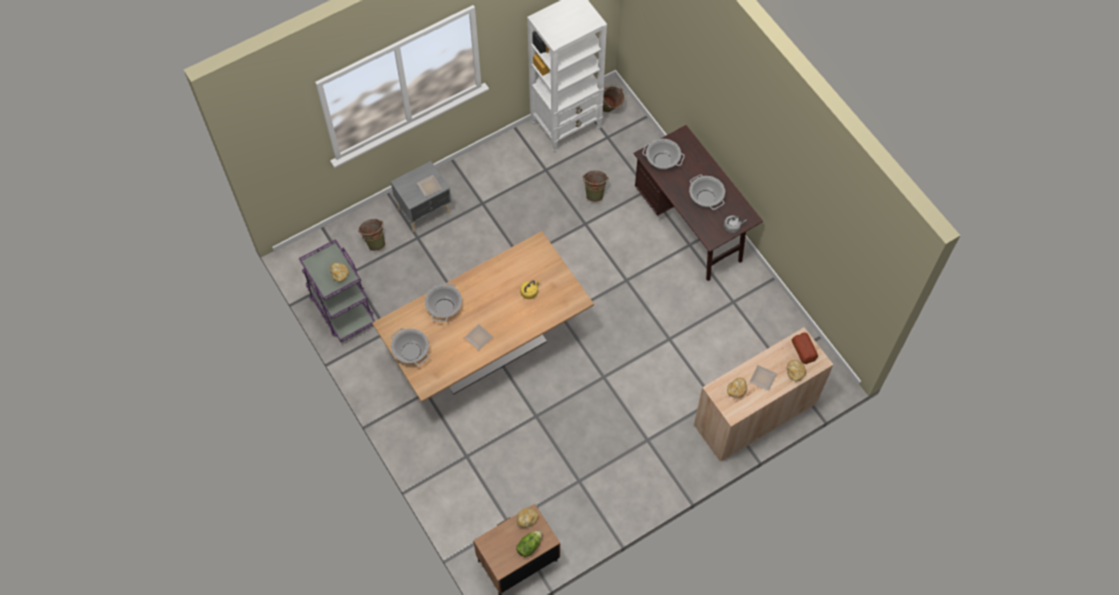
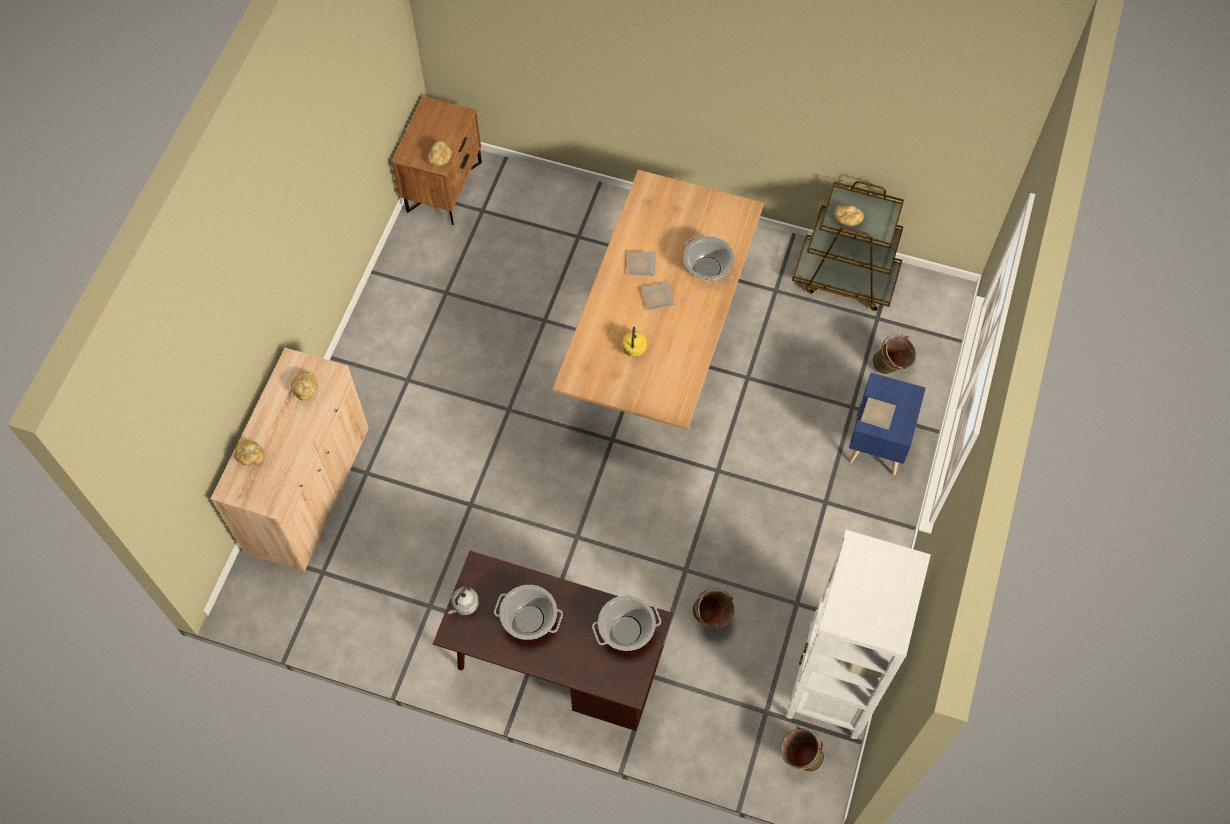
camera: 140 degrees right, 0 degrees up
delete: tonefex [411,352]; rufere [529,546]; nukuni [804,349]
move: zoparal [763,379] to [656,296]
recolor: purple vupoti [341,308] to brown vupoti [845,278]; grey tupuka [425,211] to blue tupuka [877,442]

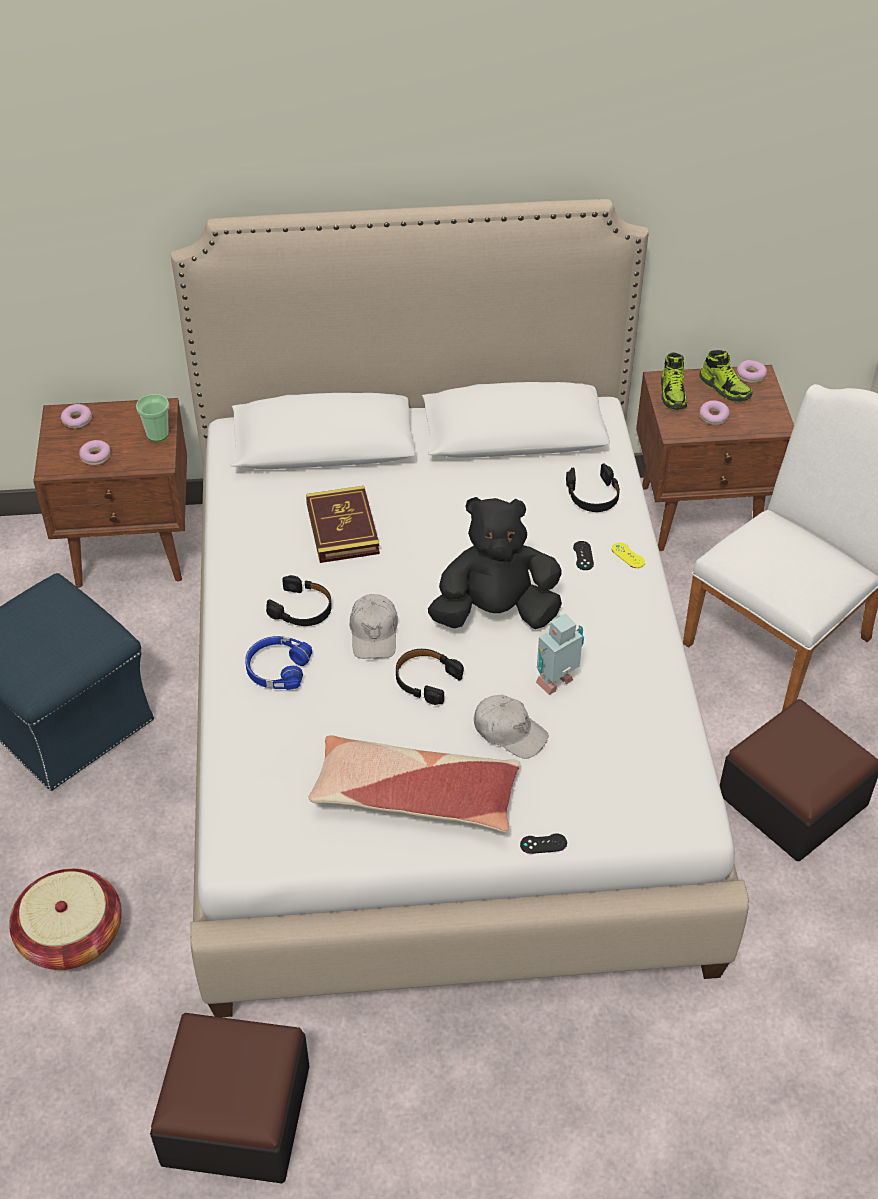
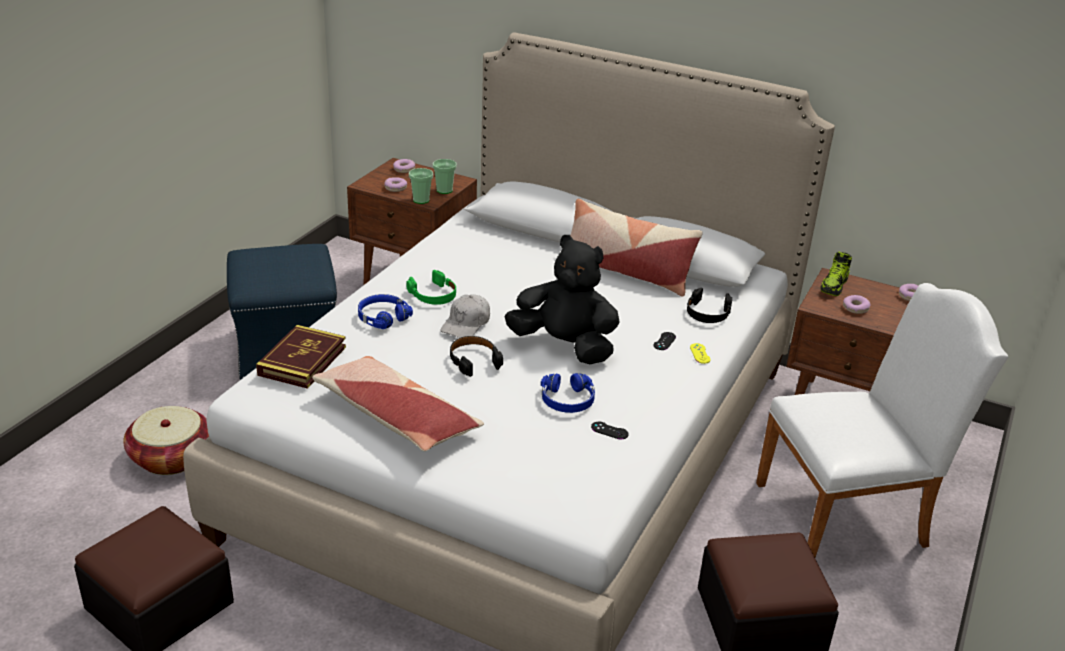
camera: 30 degrees right, 15 degrees down
delete: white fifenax [509,732]; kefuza [725,388]
insert: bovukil [421,200]; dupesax [626,271]
move: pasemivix [342,528] to [302,361]; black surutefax [543,844] to [609,430]
replace: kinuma [557,683] to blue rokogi [567,400]
recolor: black rokogi [302,609] to green rokogi [433,295]

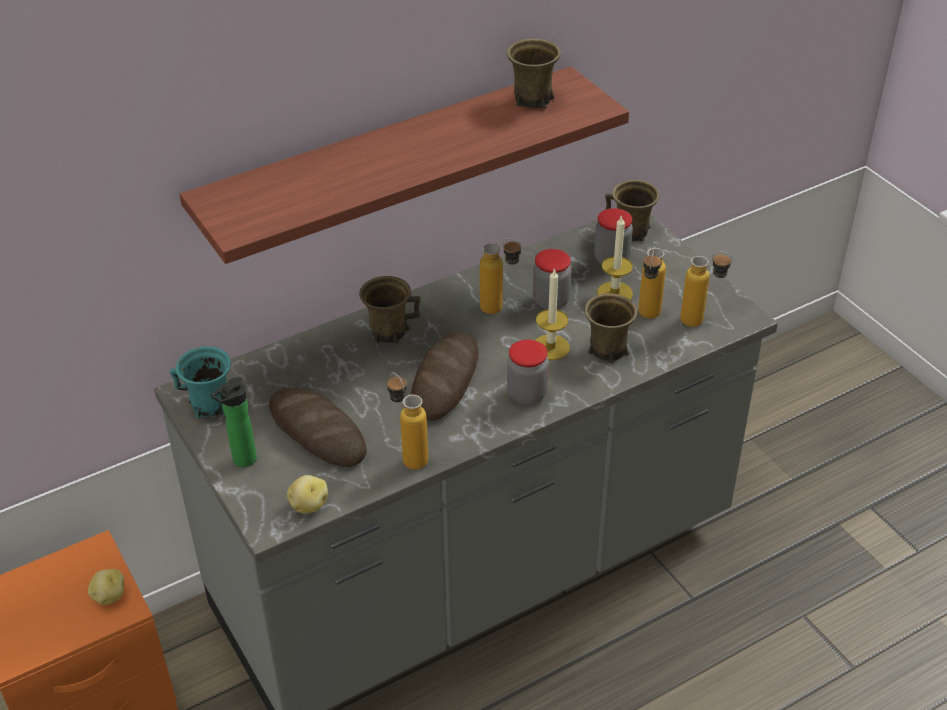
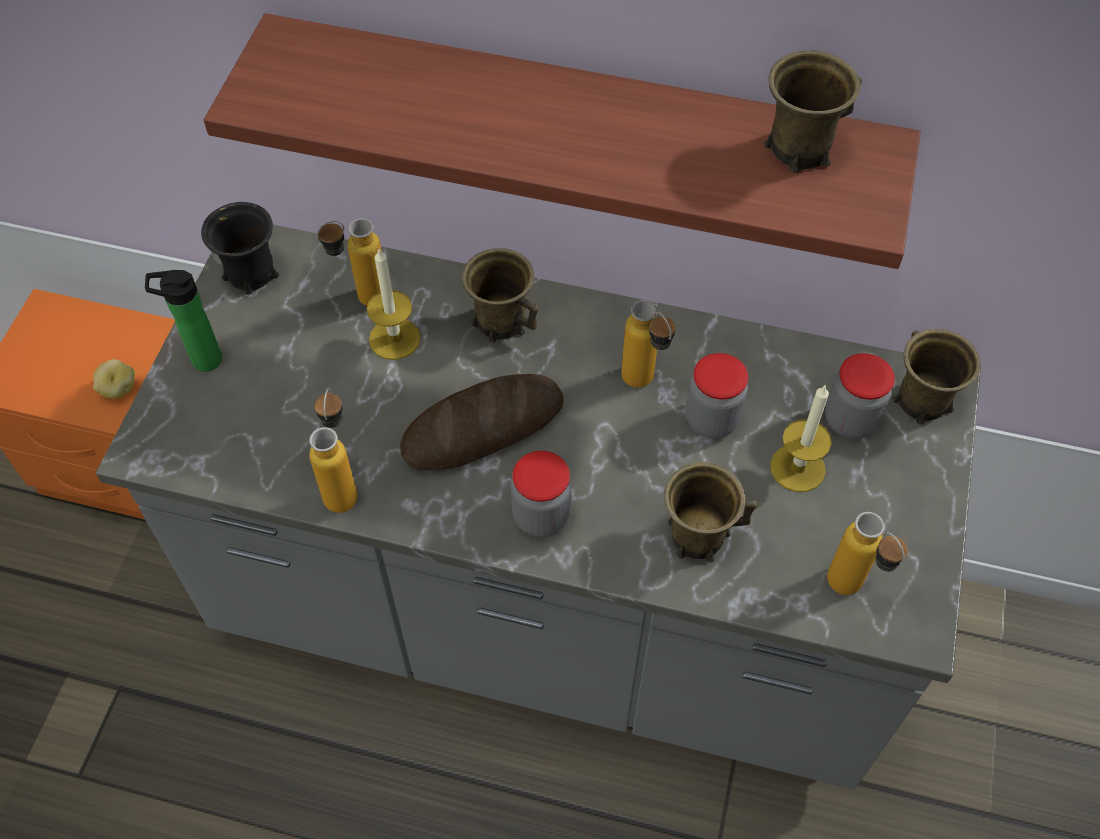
camera: 45 degrees right, 15 degrees up
delete: nukuni [317,432]; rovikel [308,505]
move: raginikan [647,318] to [361,301]; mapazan [551,347] to [394,338]
recolor: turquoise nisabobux [210,405] to black nisabobux [250,274]

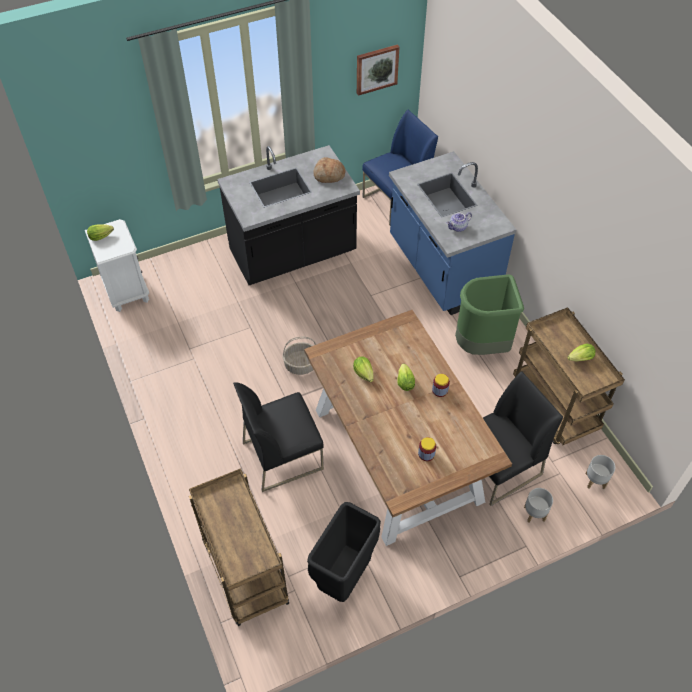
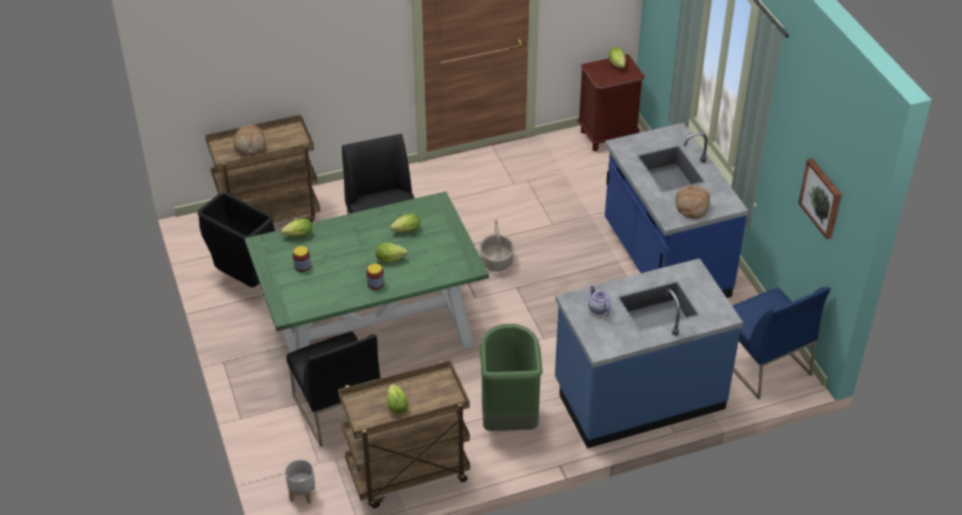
camera: 95 degrees right, 10 degrees down
delete: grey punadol [534,513]
insert: nukuni [250,146]; rufere [297,235]
recolor: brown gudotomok [396,453] to green gudotomok [371,328]; white tupuka [126,291] to brown tupuka [608,136]; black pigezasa [293,253] to blue pigezasa [664,261]

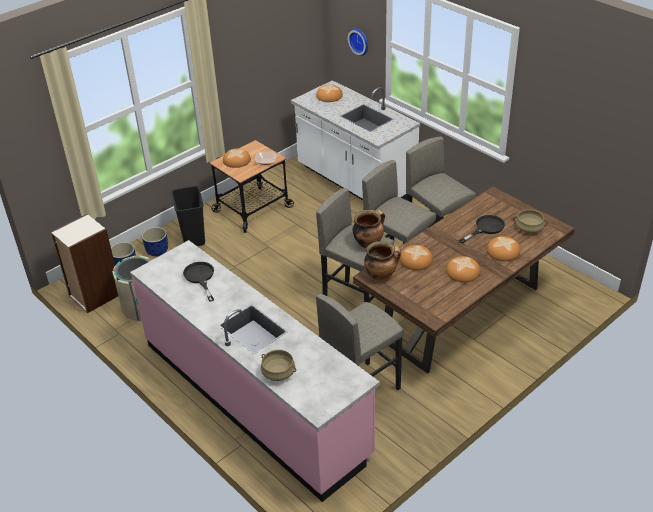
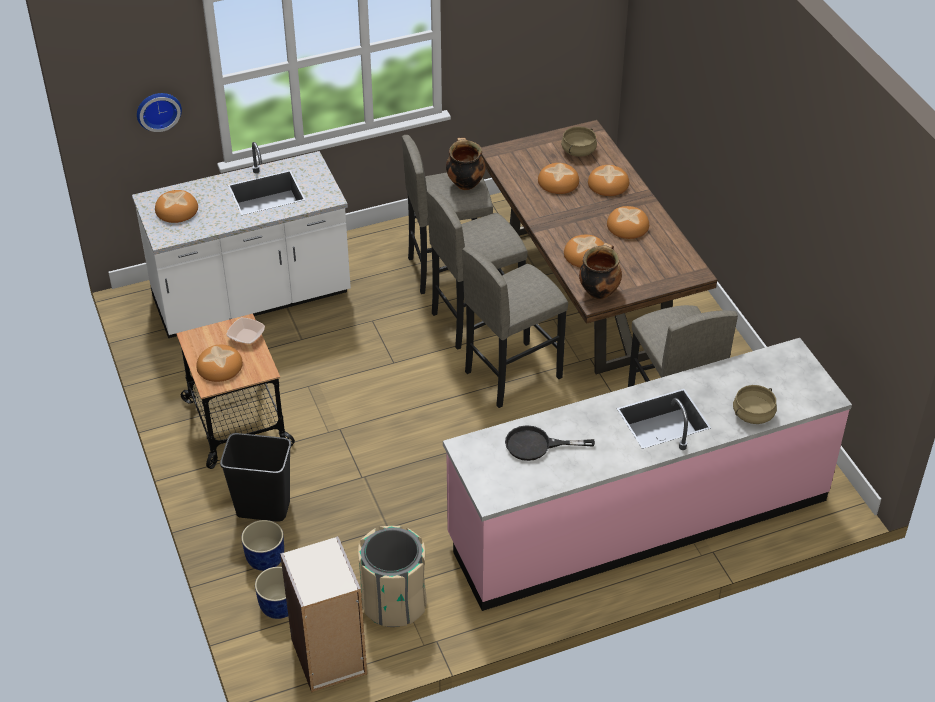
camera: 70 degrees left, 5 degrees up
move: tonefex [368,243] to [465,183]
replace: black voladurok [485,228] to nukuni [558,181]

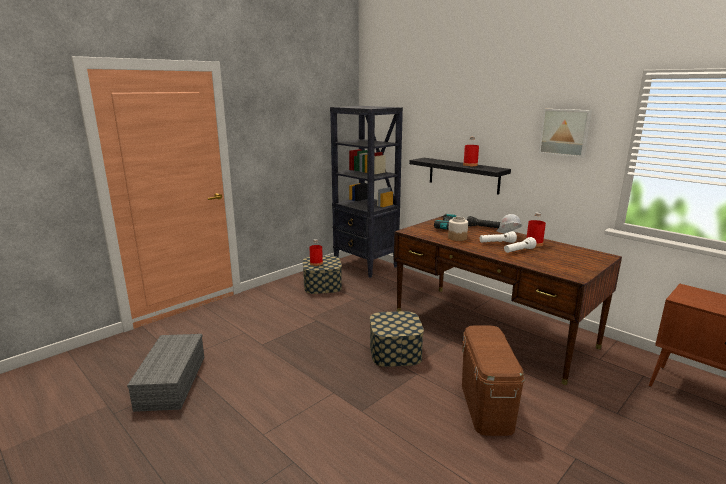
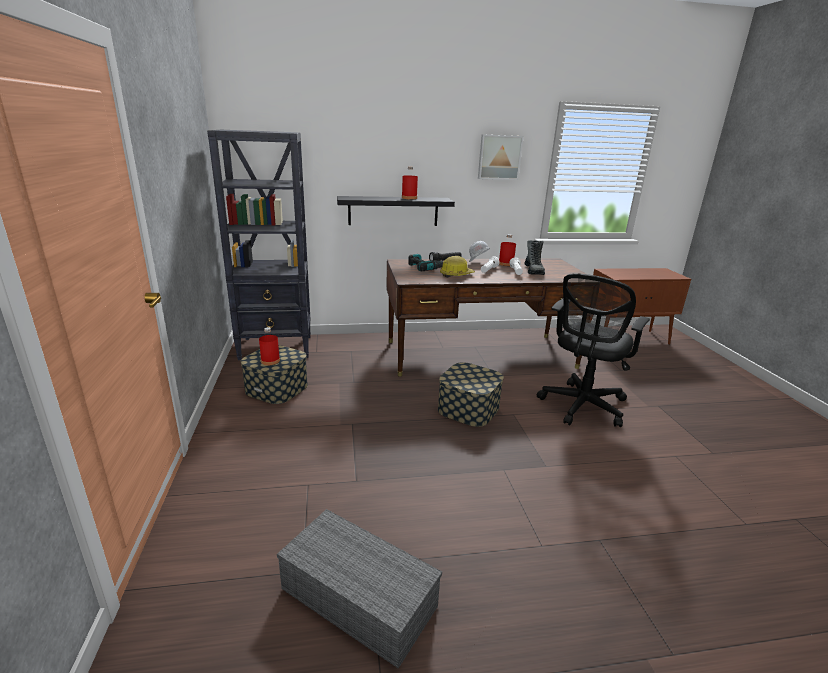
camera: 55 degrees left, 5 degrees up
insert: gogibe [533,271]
replace: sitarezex [457,238] to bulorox [456,274]; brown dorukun [485,405] to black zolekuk [581,407]

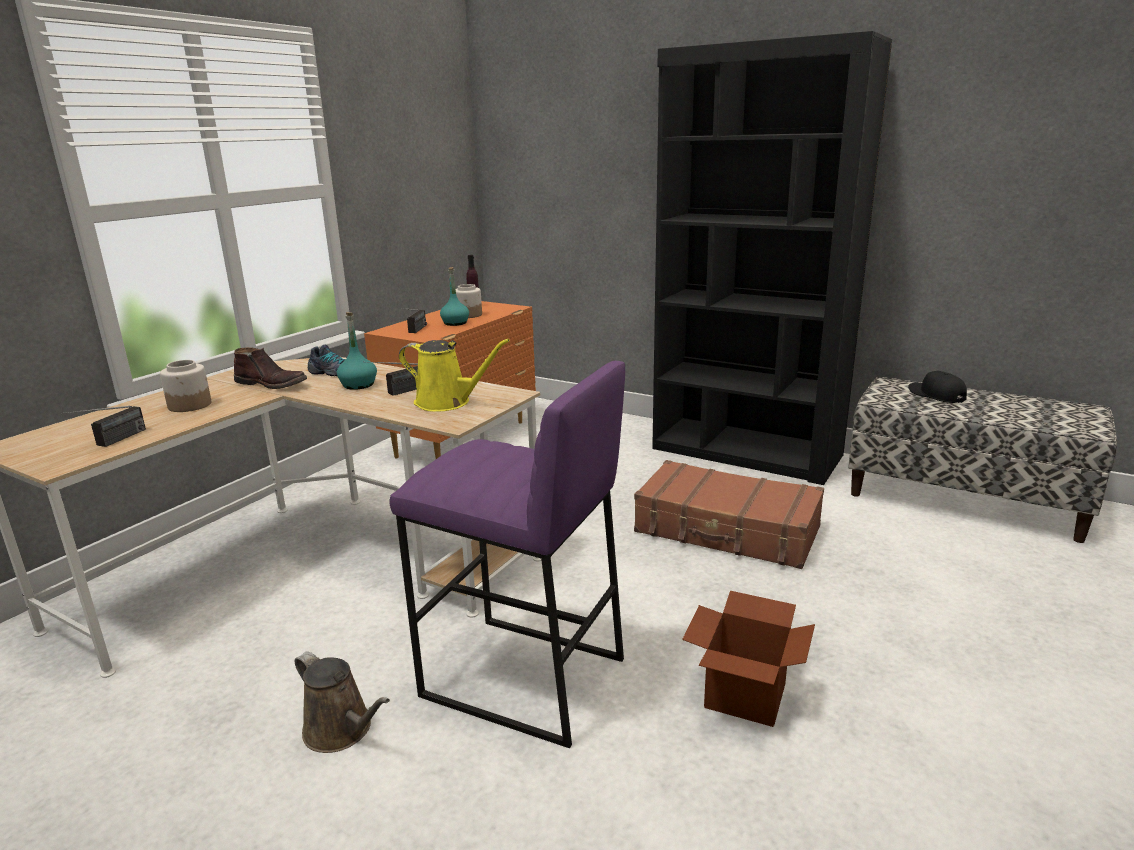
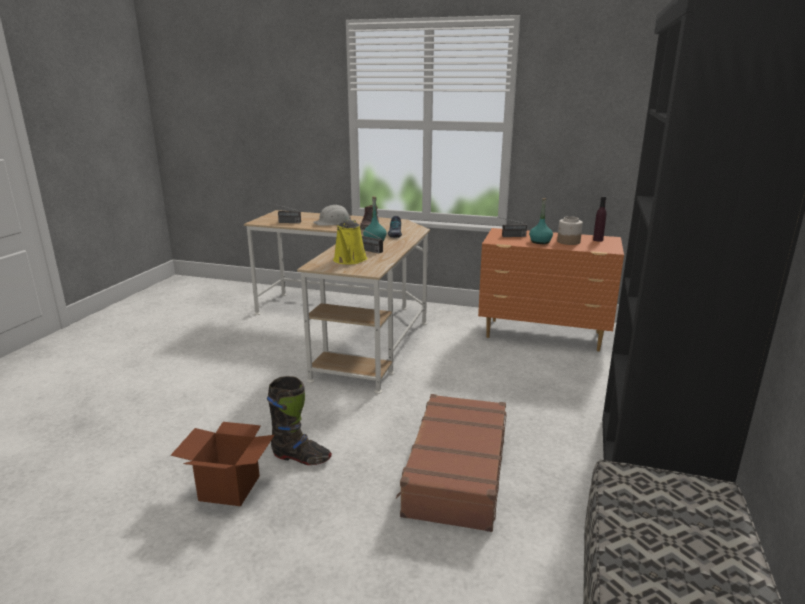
camera: 75 degrees right, 0 degrees up
delete: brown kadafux [342,731]; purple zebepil [522,678]; black fifenax [936,395]
insert: black gogibe [301,457]
replace: sitarezex [190,405] to white bulorox [333,222]

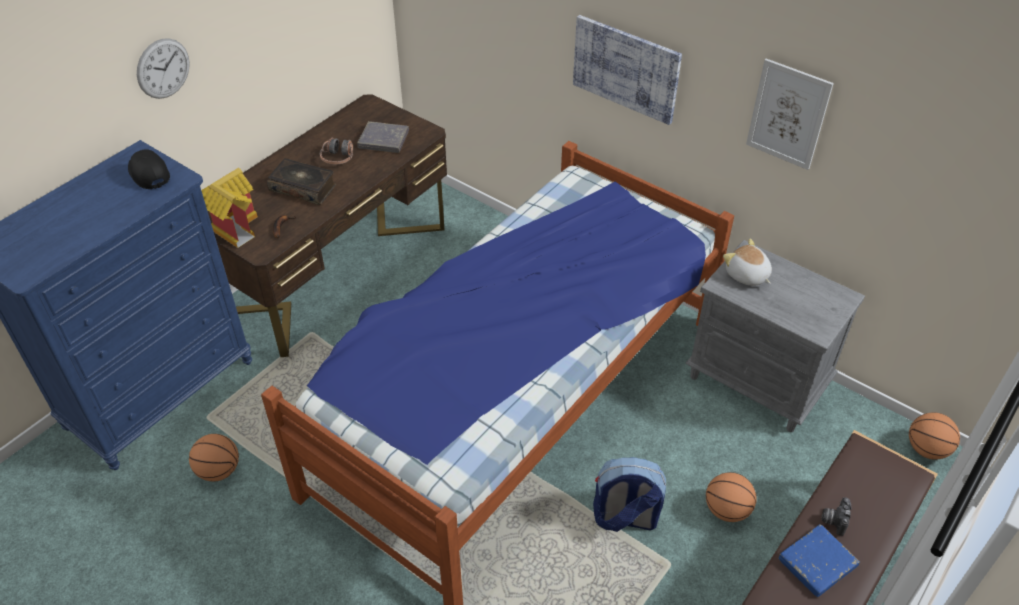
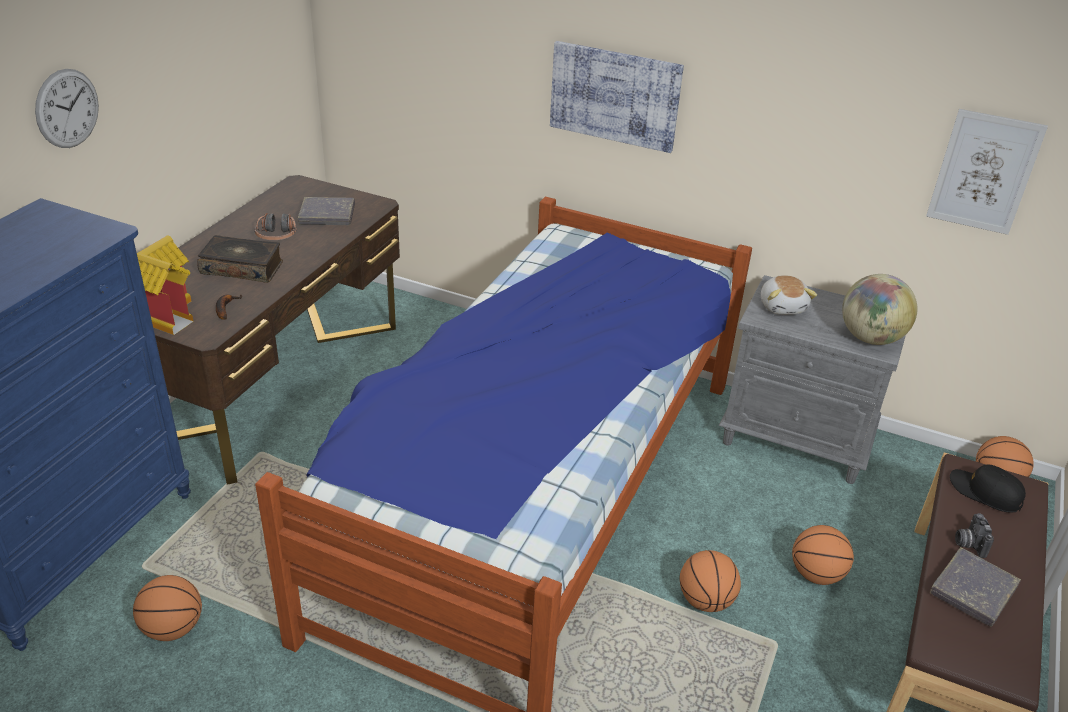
camera: 15 degrees left, 10 degrees down
insert: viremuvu [870,338]
move: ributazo [788,114] to [984,172]; black fifenax [148,173] to [985,492]
replace: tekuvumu [624,517] to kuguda [705,601]
recolor: blue pasemivix [817,562] to grey pasemivix [972,590]
rotate: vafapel [746,275] = [783,306] 135 degrees counterclockwise

